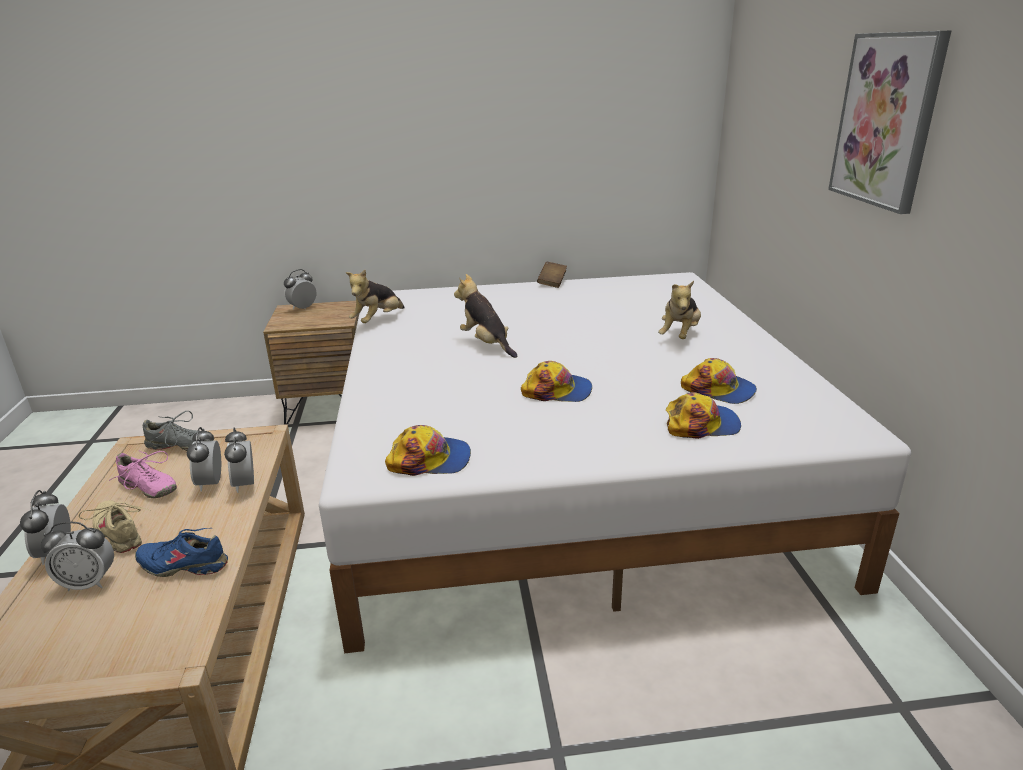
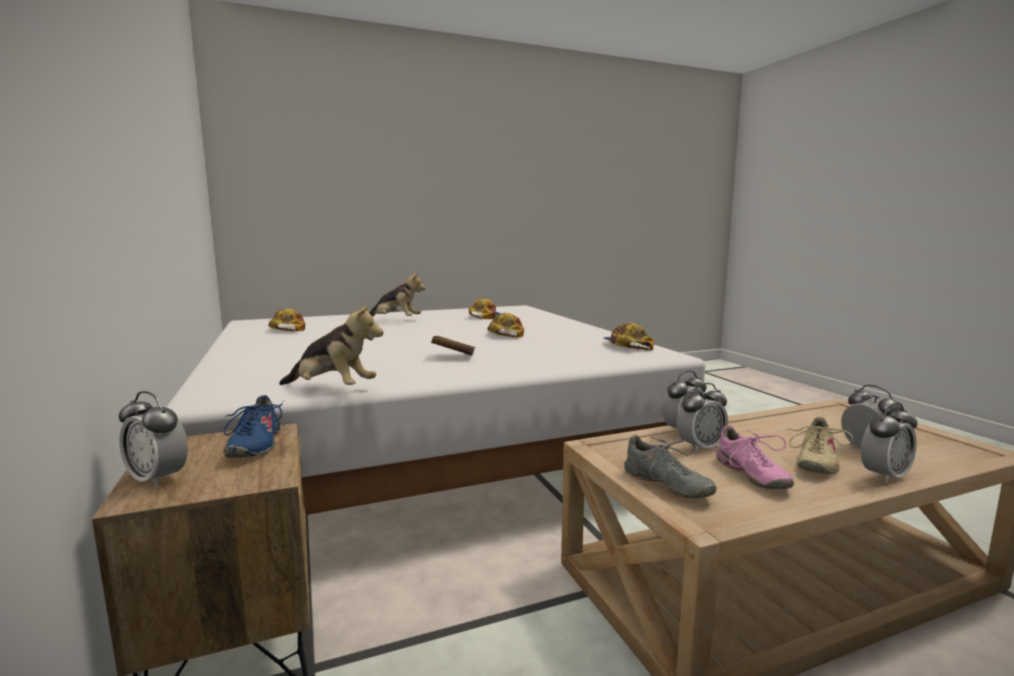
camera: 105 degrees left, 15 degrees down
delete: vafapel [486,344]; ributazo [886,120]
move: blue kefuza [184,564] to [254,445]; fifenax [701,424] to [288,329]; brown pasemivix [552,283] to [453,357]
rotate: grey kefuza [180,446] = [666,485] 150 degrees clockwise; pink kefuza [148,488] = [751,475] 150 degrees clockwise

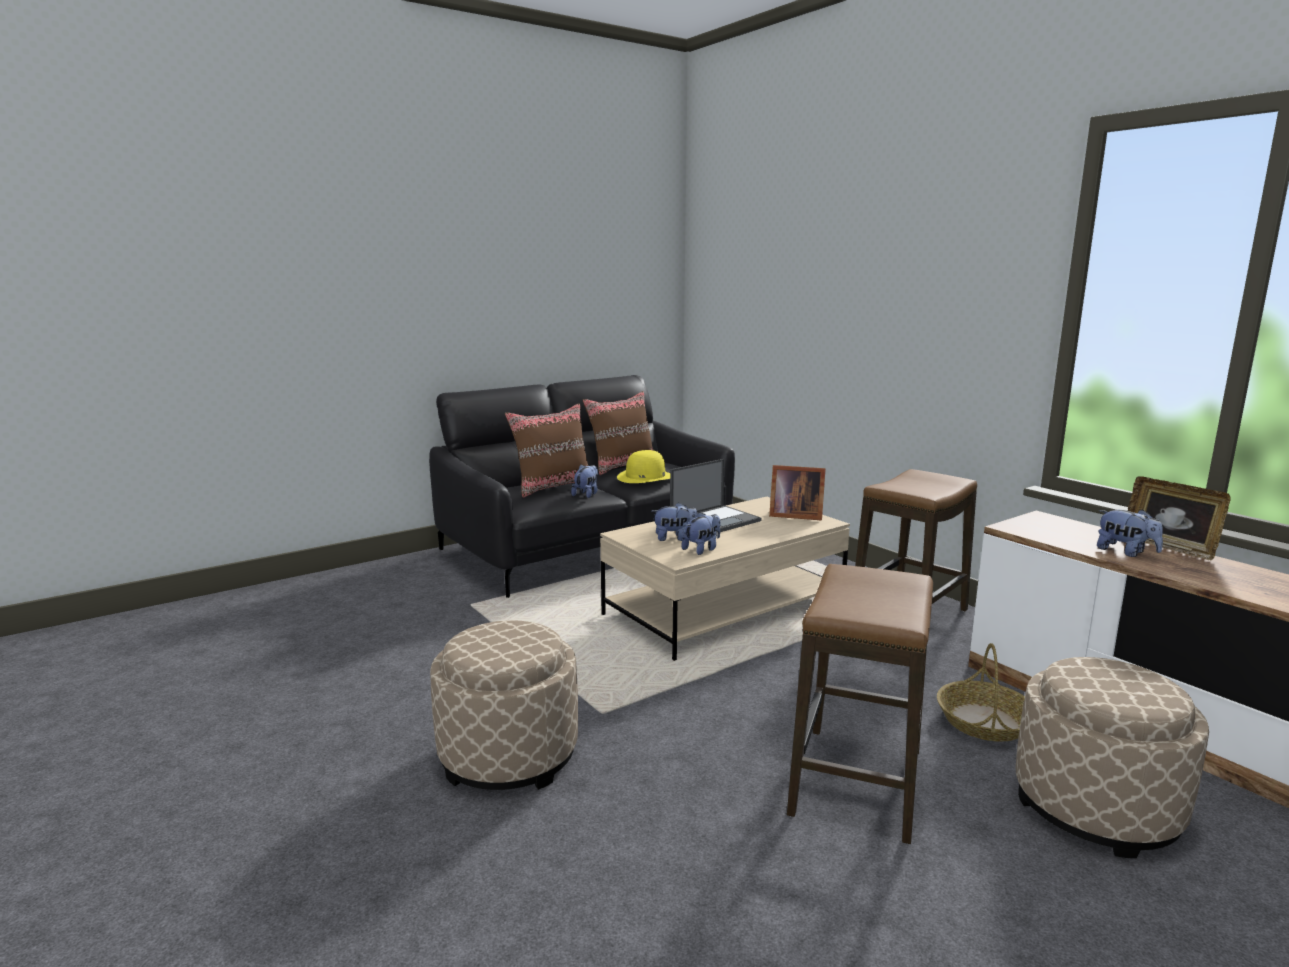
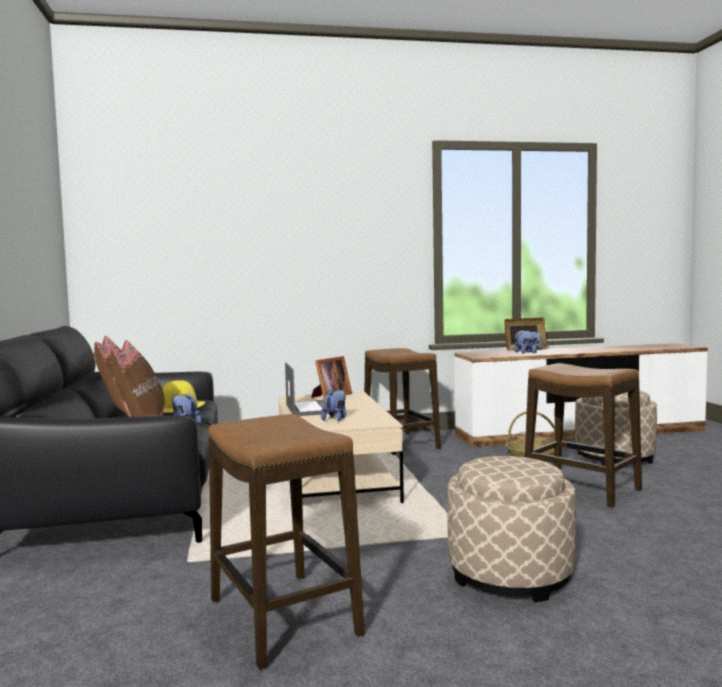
camera: 65 degrees left, 10 degrees down
delete: vafapel [702,549]
insert: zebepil [282,617]

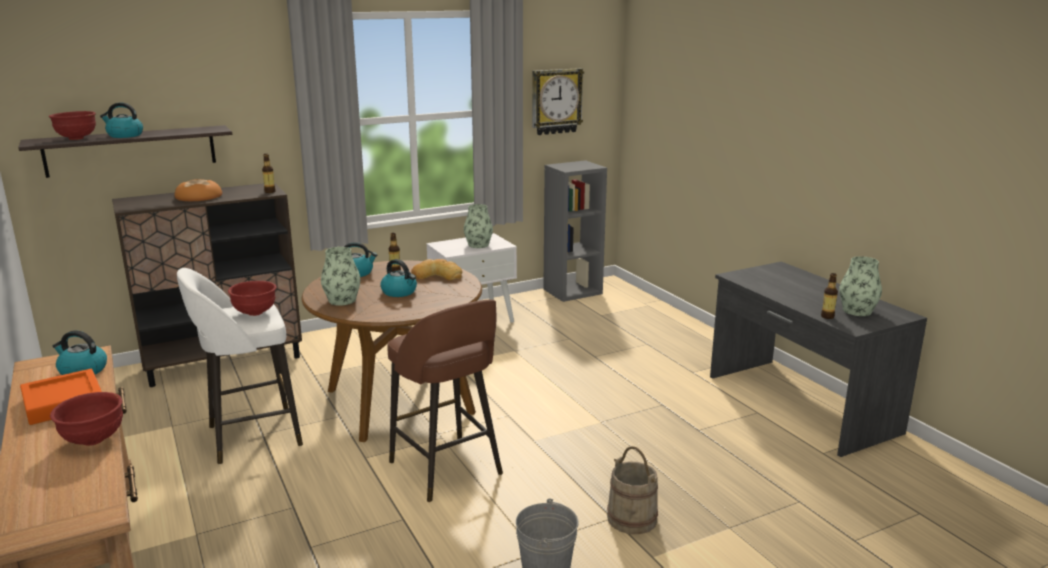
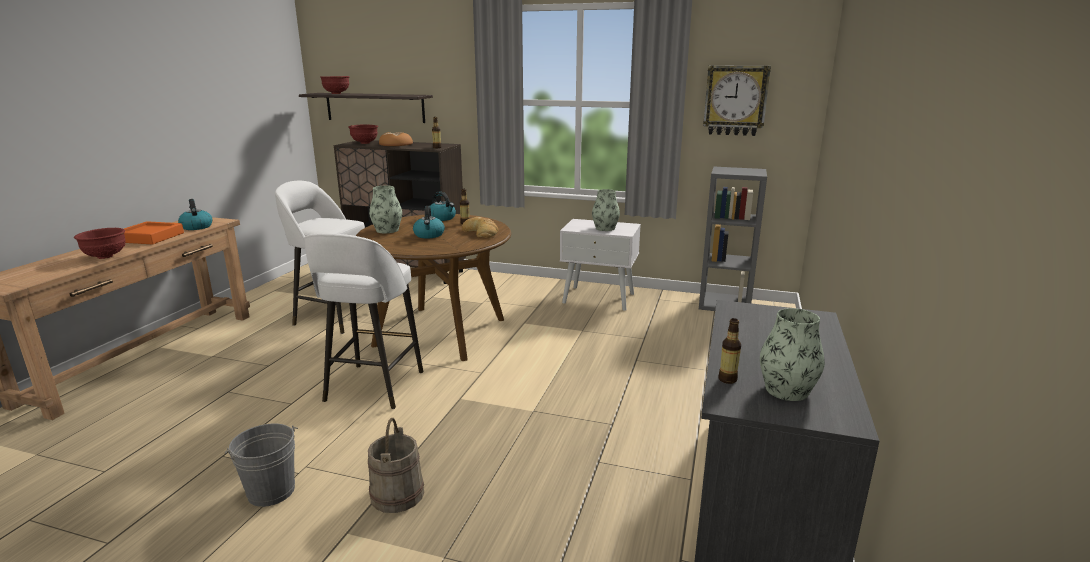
camera: 45 degrees right, 0 degrees up
delete: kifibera [124,135]
move: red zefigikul [255,313] to [365,143]
recolor: brown zebepil [447,470] to white zebepil [373,387]

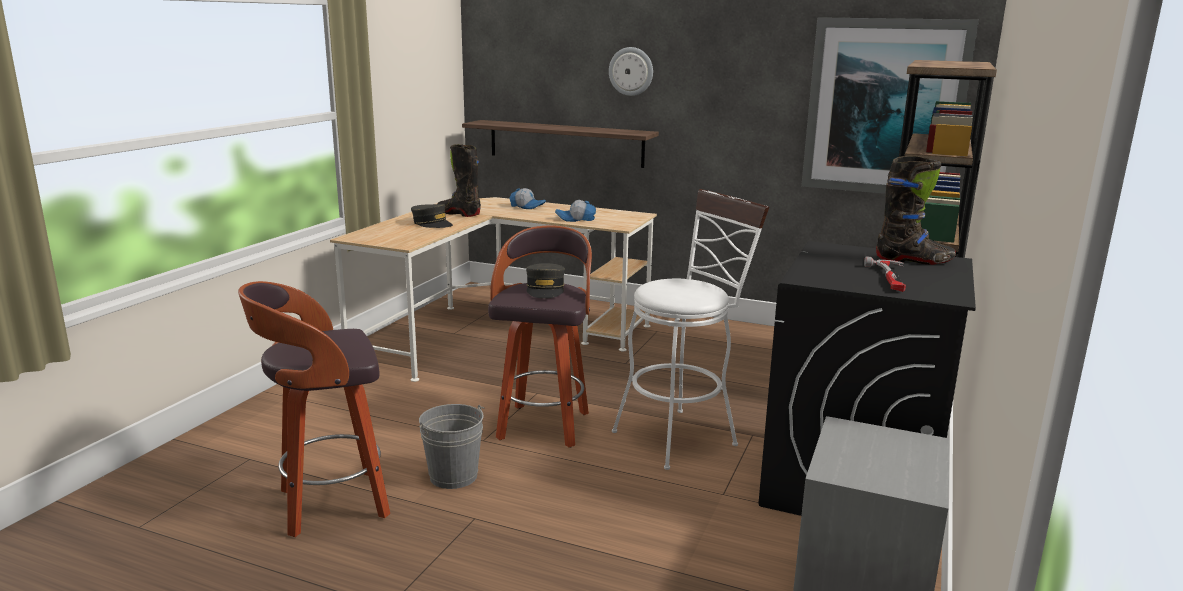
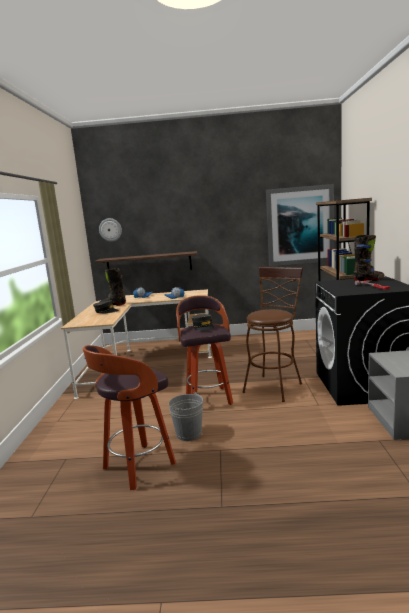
camera: 20 degrees left, 5 degrees down
move: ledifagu [631,71] to [110,229]
recolor: white zebepil [682,435] to brown zebepil [274,386]

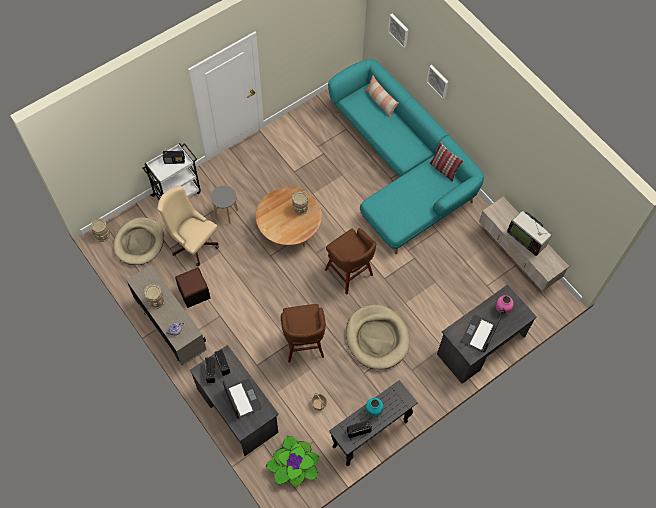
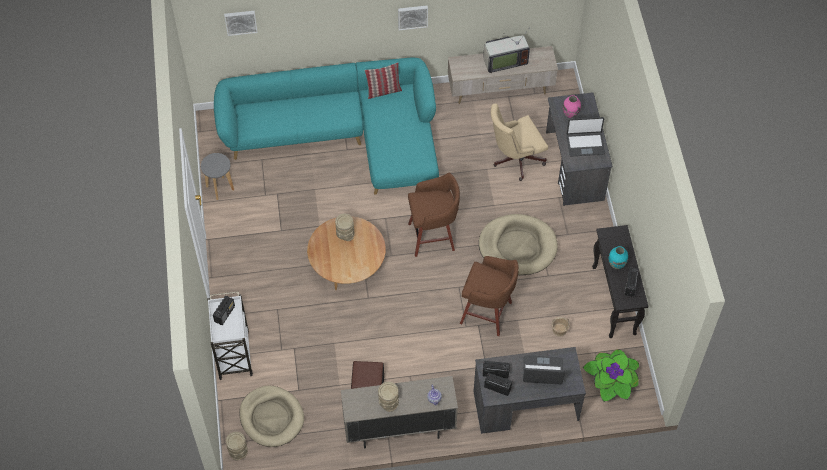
camera: 60 degrees left, 5 degrees down
delete: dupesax [380,102]
move: grey zebepil [226,214] to [220,188]; ributazo [438,81] to [412,16]; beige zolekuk [192,242] to [515,159]
rotate: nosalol [479,334] = [585,144] 60 degrees counterclockwise

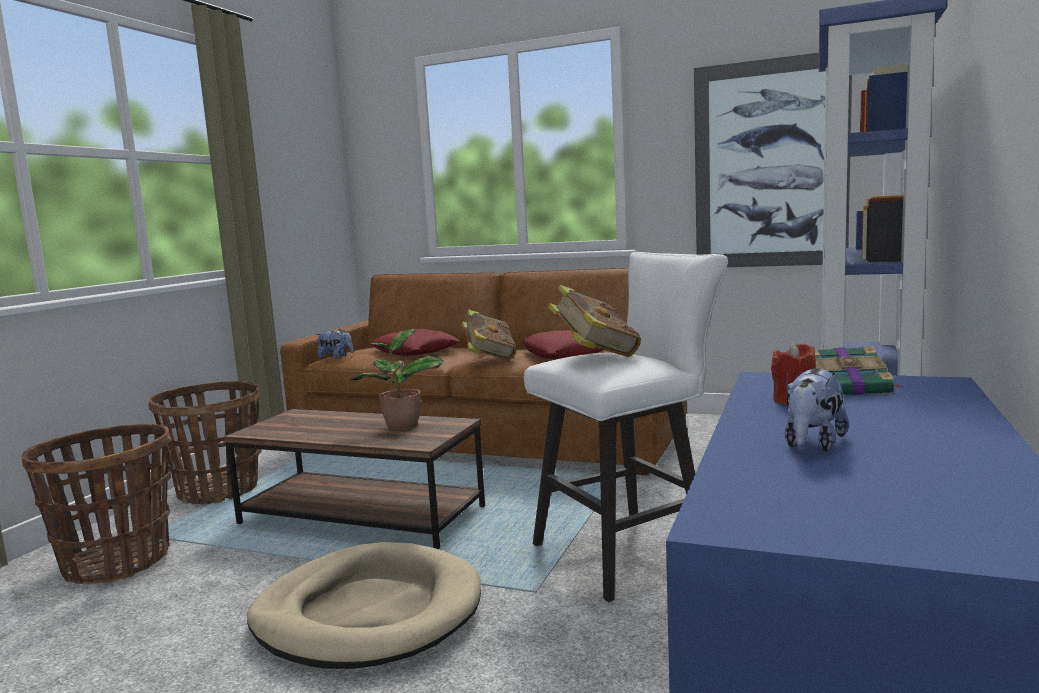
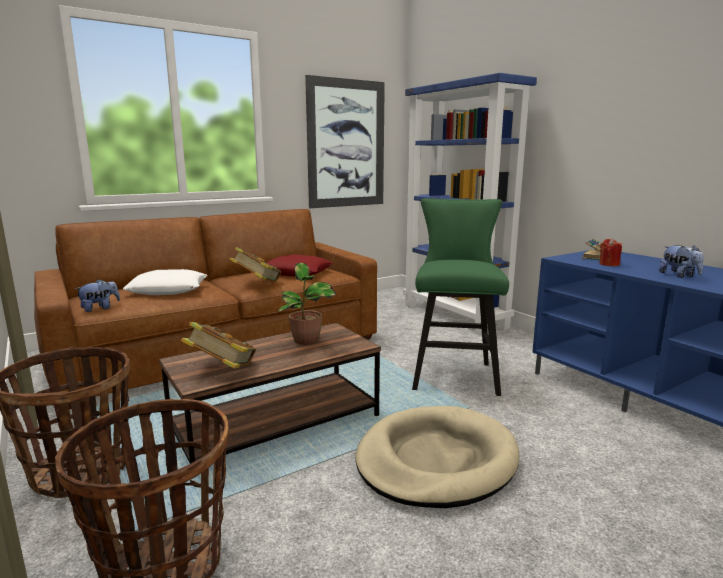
camera: 55 degrees left, 5 degrees up
move: pasemivix [594,355] to [222,369]
recolor: red dupesax [415,351] to white dupesax [168,289]; white zebepil [631,552] to green zebepil [454,373]

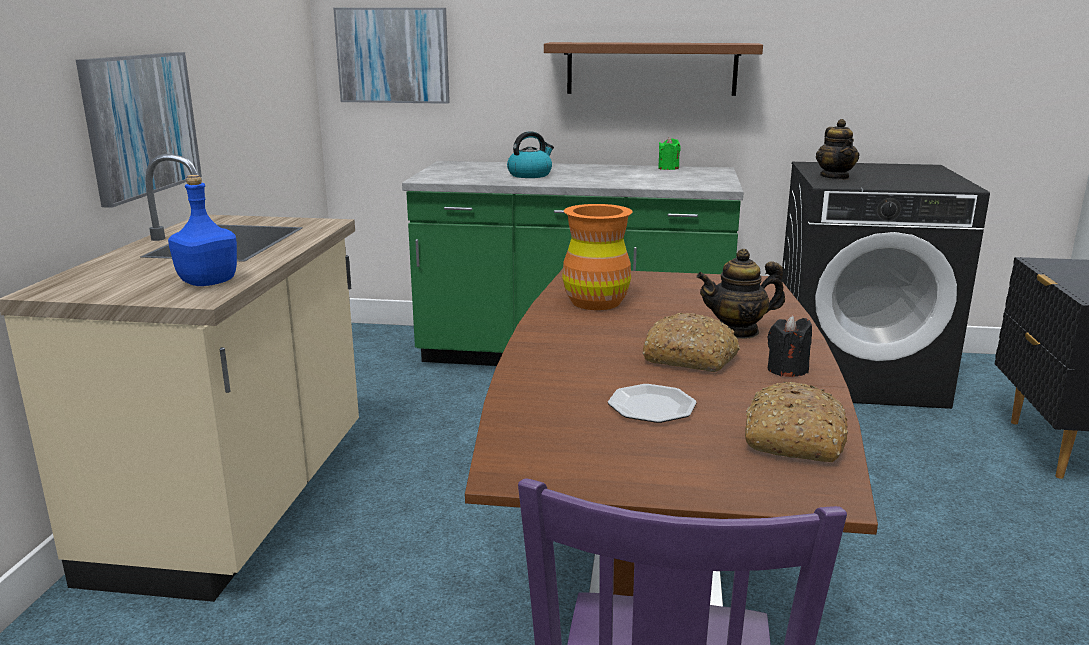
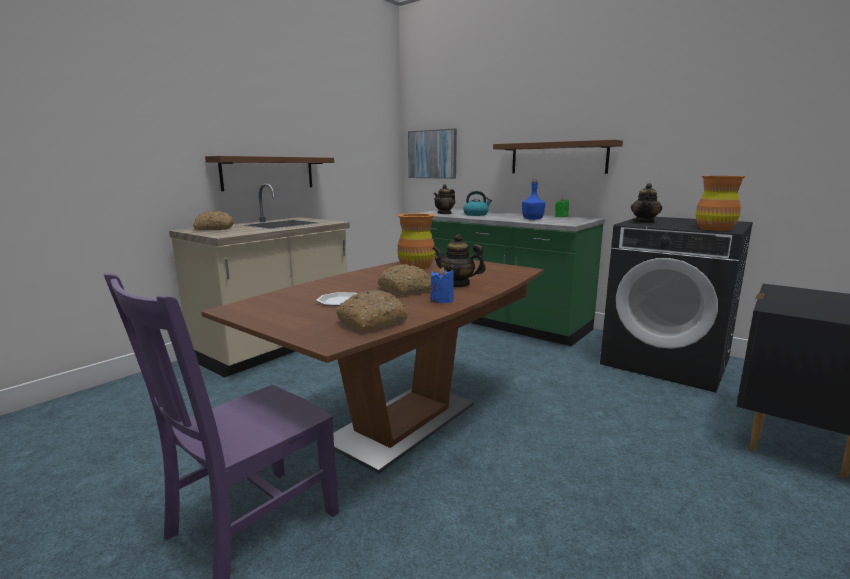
camera: 30 degrees right, 5 degrees down
insert: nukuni [214,228]; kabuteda [444,213]; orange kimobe [715,229]
move: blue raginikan [209,282] to [533,219]
replace: ributazo [140,124] to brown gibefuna [268,173]
recolor: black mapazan [787,370] to blue mapazan [442,300]

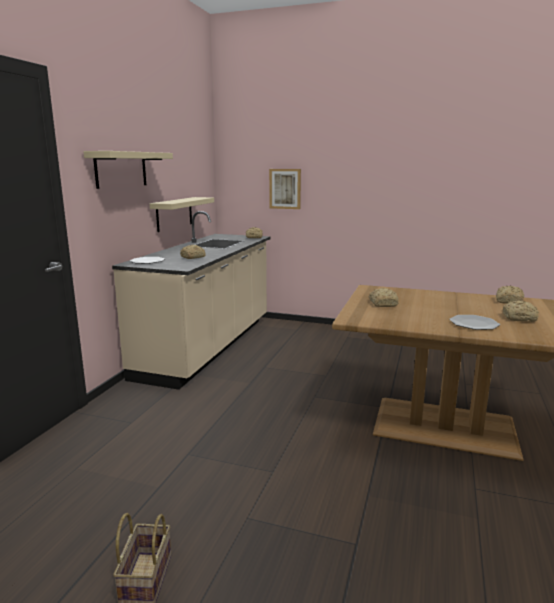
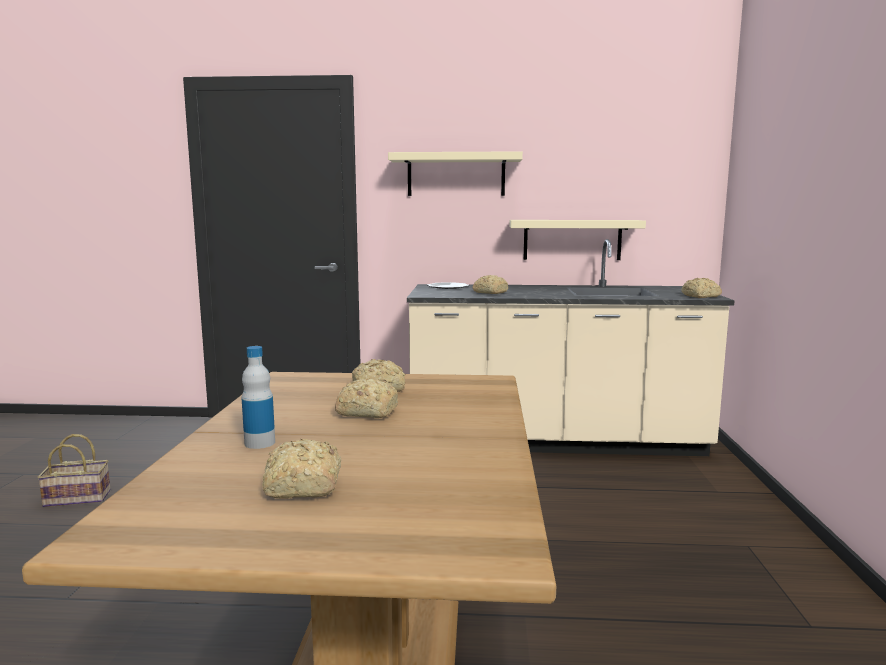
camera: 75 degrees right, 5 degrees down
delete: ributazo [285,188]
move: nukuni [508,301] to [366,412]
replace: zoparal [474,324] to raginikan [259,443]

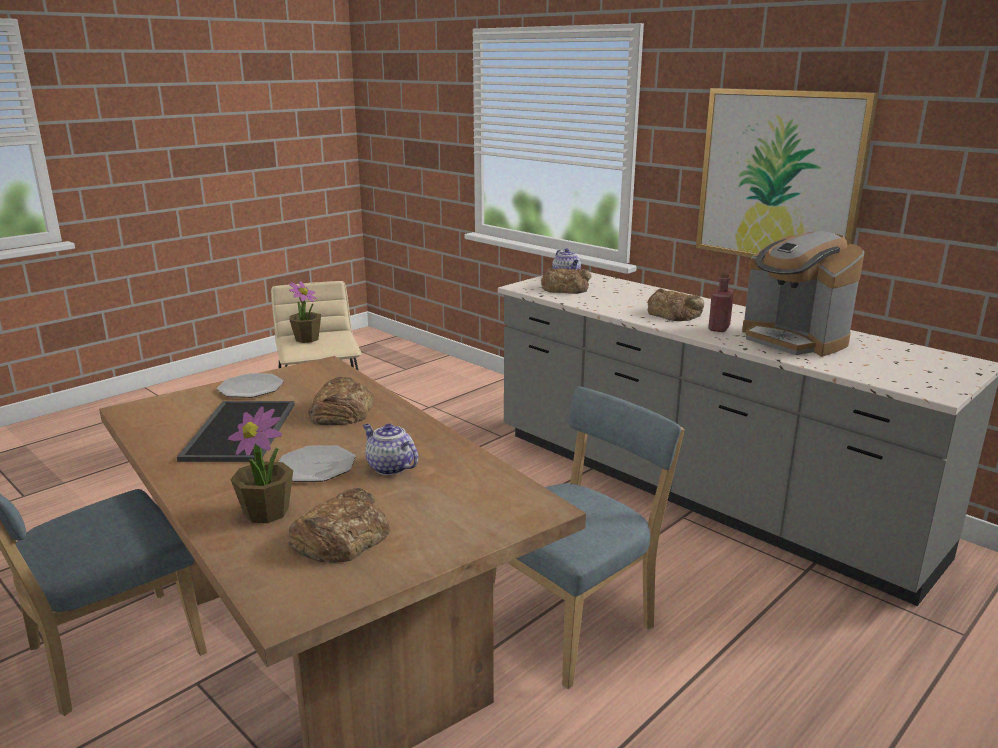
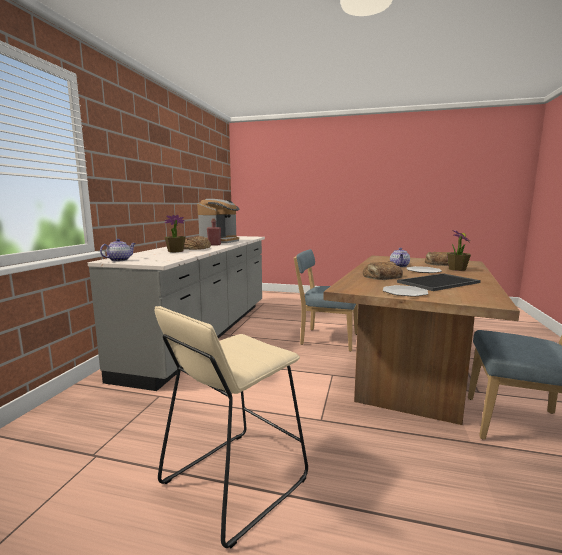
camera: 120 degrees left, 10 degrees down
delete: nukuni [565,287]; ributazo [779,177]
move: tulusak [307,339] to [175,251]

